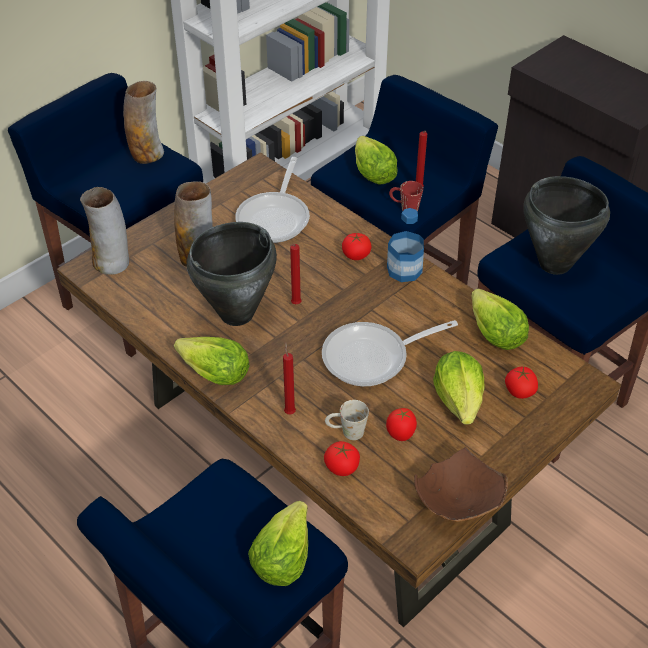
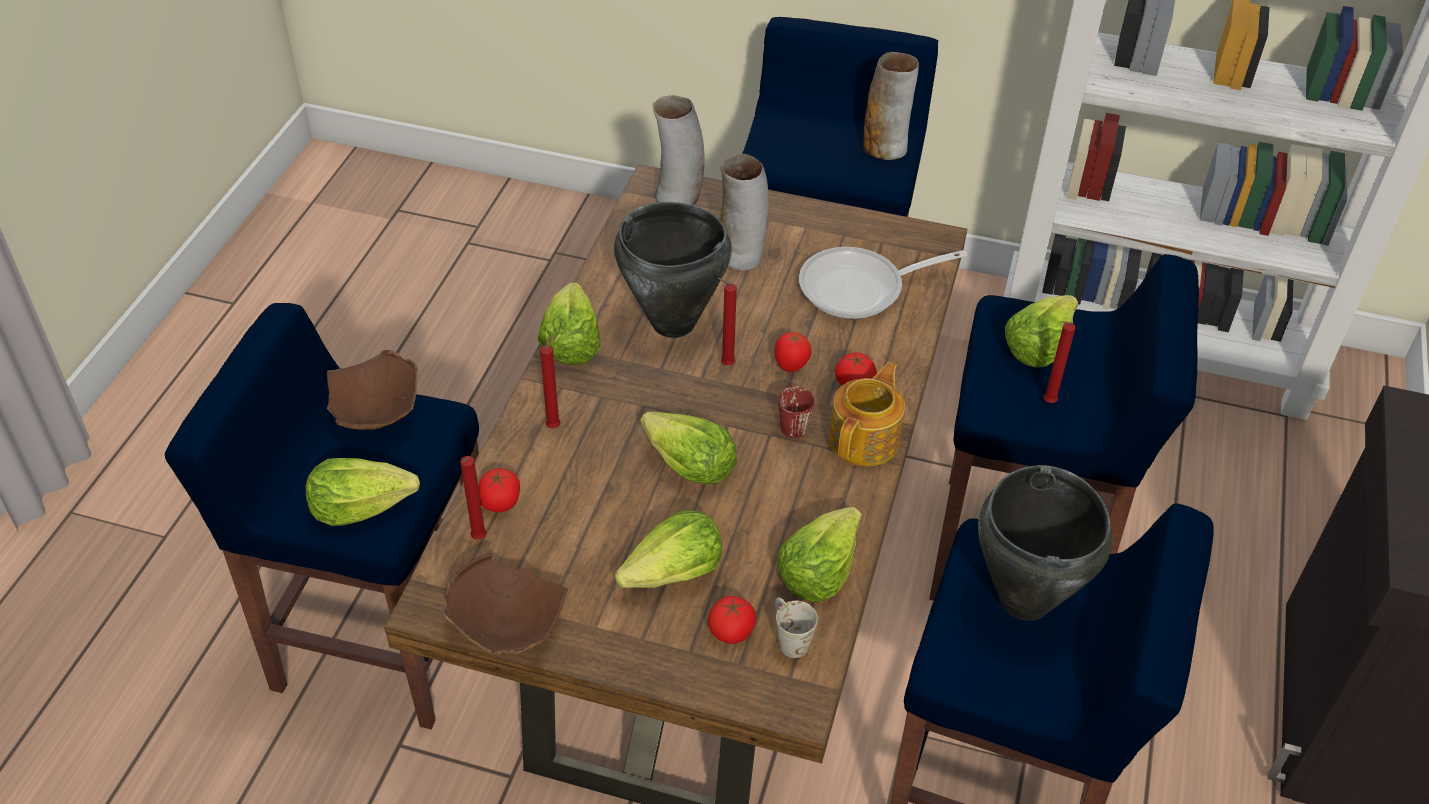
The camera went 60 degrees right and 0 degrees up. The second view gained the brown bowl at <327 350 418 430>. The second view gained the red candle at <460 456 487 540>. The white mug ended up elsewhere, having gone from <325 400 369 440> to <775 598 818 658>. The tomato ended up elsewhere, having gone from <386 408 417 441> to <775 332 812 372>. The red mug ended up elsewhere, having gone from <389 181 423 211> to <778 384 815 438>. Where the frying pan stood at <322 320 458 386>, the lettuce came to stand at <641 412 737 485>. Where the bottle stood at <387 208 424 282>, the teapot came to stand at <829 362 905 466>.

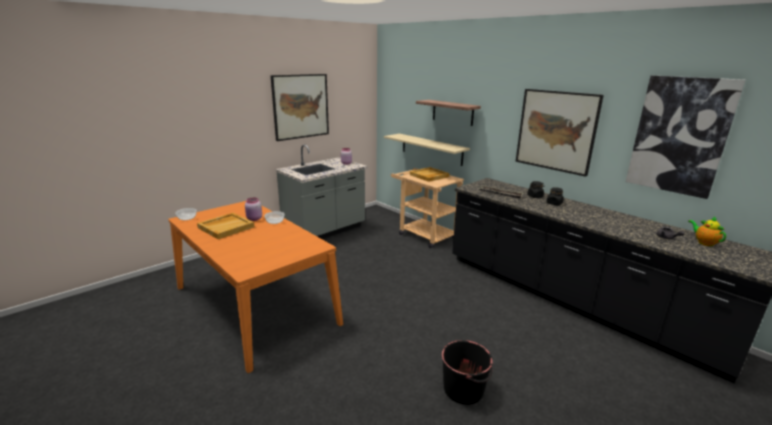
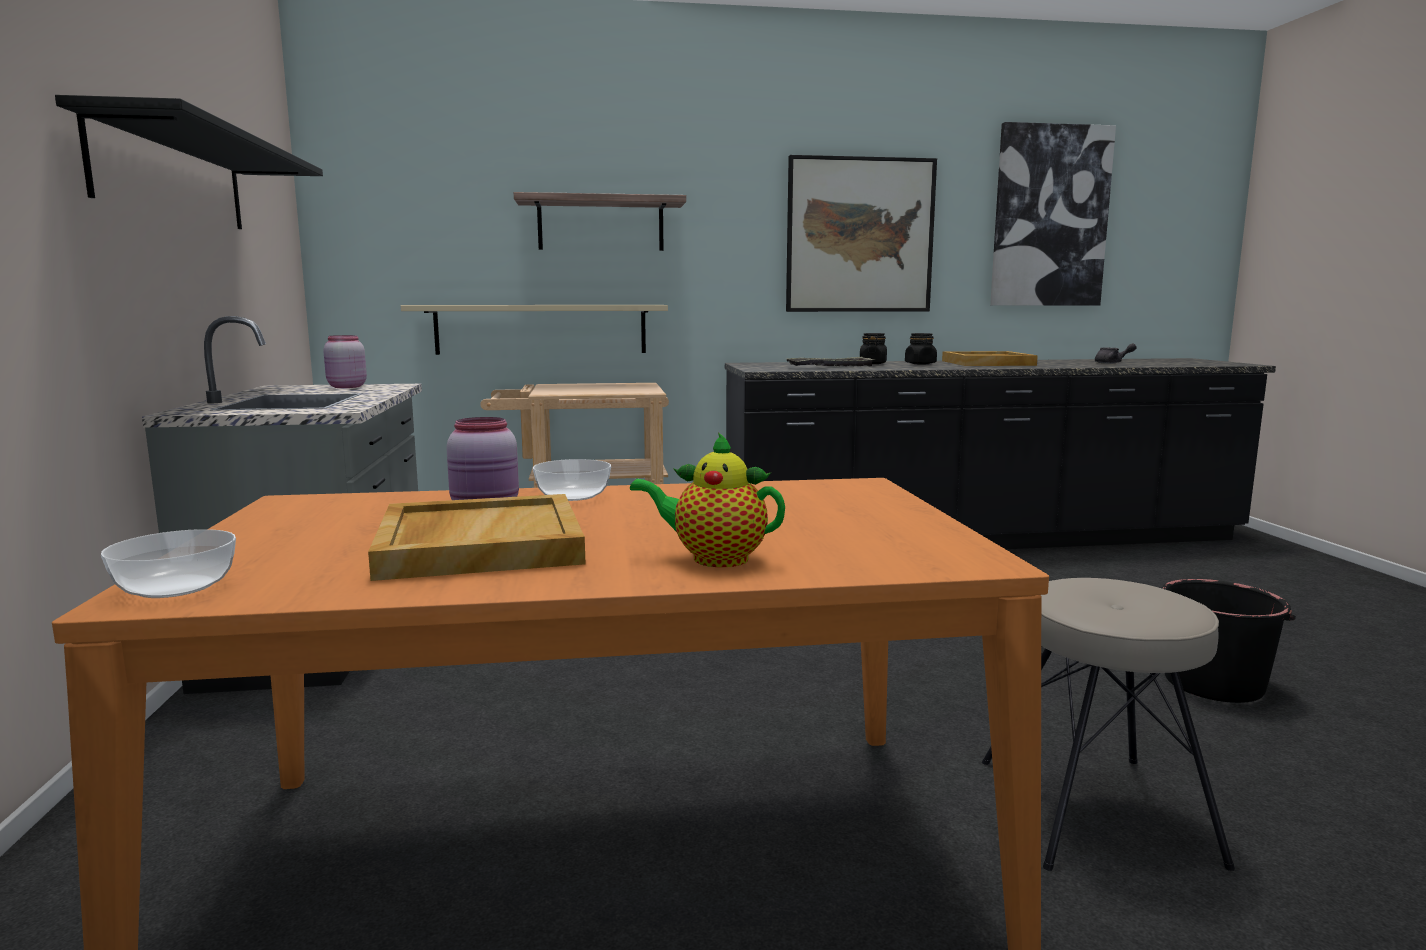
The camera went 55 degrees left and 10 degrees down. The second view gained the beige stool at <982 578 1235 871>. The beige tray ended up elsewhere, having gone from <410 167 450 182> to <942 351 1038 366>. The teapot ended up elsewhere, having gone from <688 216 726 246> to <630 432 785 567>. Where the picture hung at <270 74 329 141>, the black shelf came to hang at <55 95 323 229>.

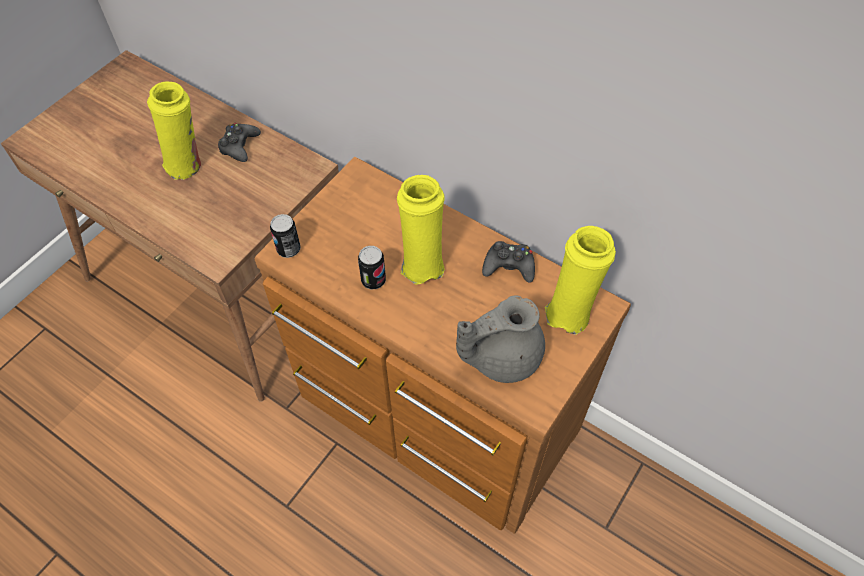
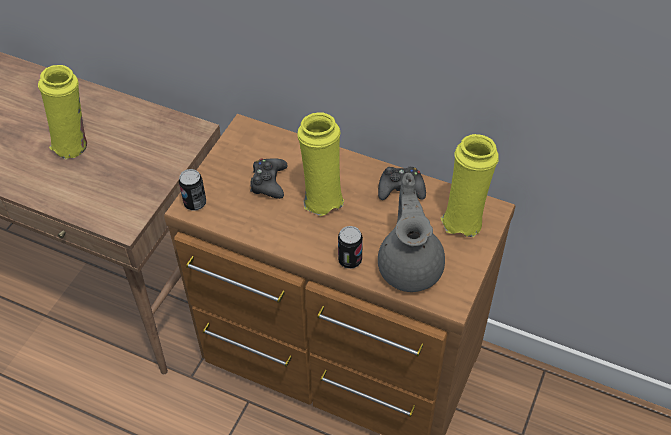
The camera went 10 degrees left and 5 degrees down. The black game controller ended up elsewhere, having gone from <218 123 261 162> to <250 158 288 199>. The can ended up elsewhere, having gone from <358 246 386 289> to <338 226 363 269>. The grey teapot at <456 296 545 383> ended up facing another way, 120 degrees clockwise from before.

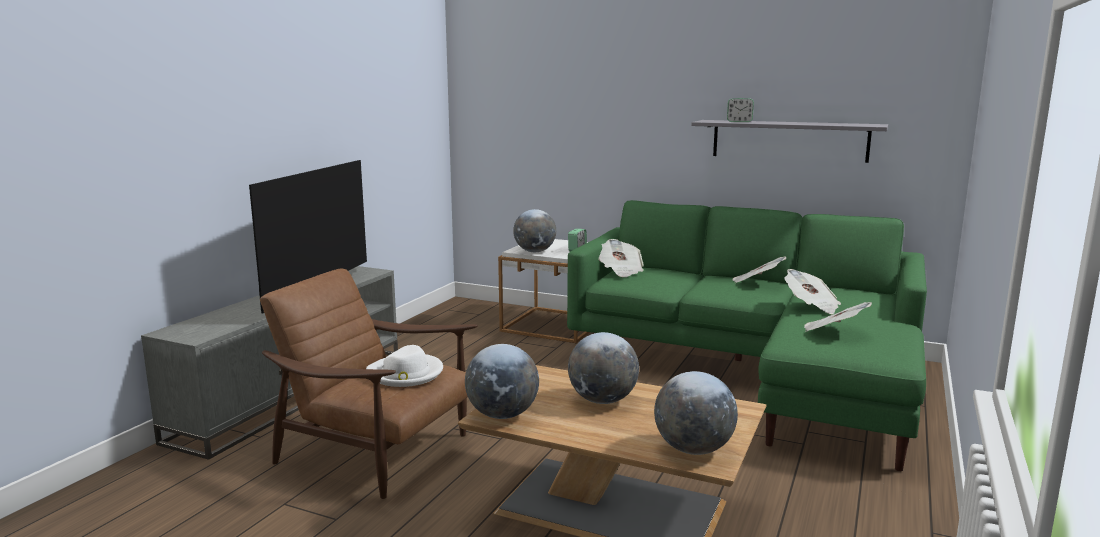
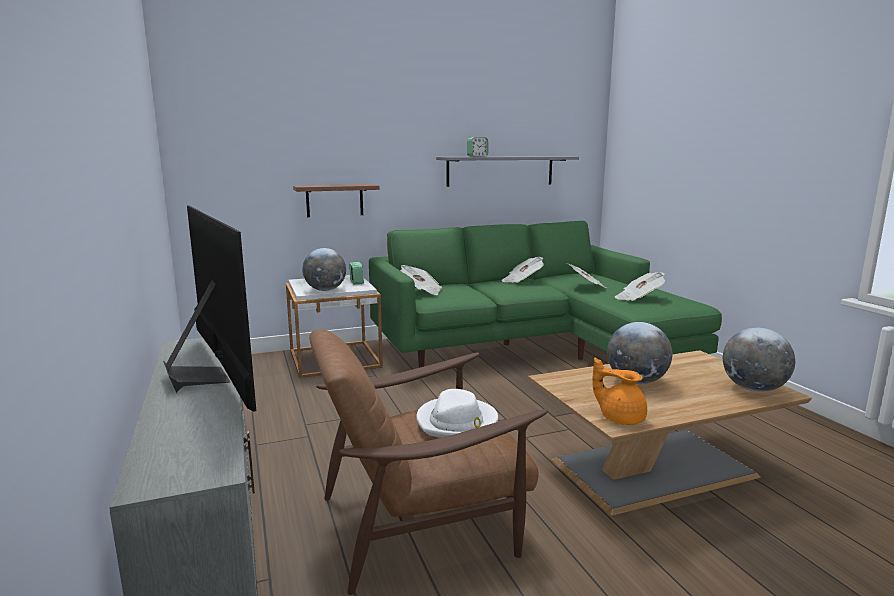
The camera went 45 degrees left and 0 degrees up. The second view gained the brown shelf at <293 184 380 217>. Where the globe stood at <465 344 539 419>, the orange teapot came to stand at <592 358 647 425>.

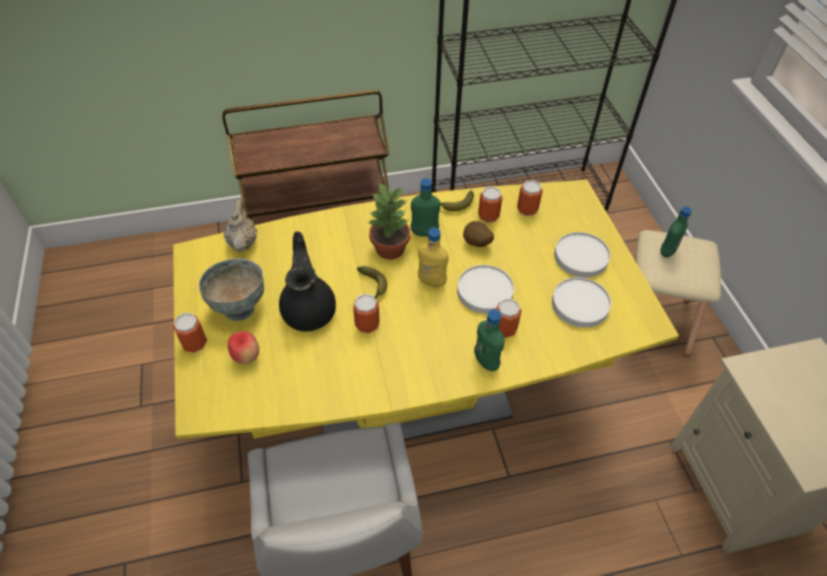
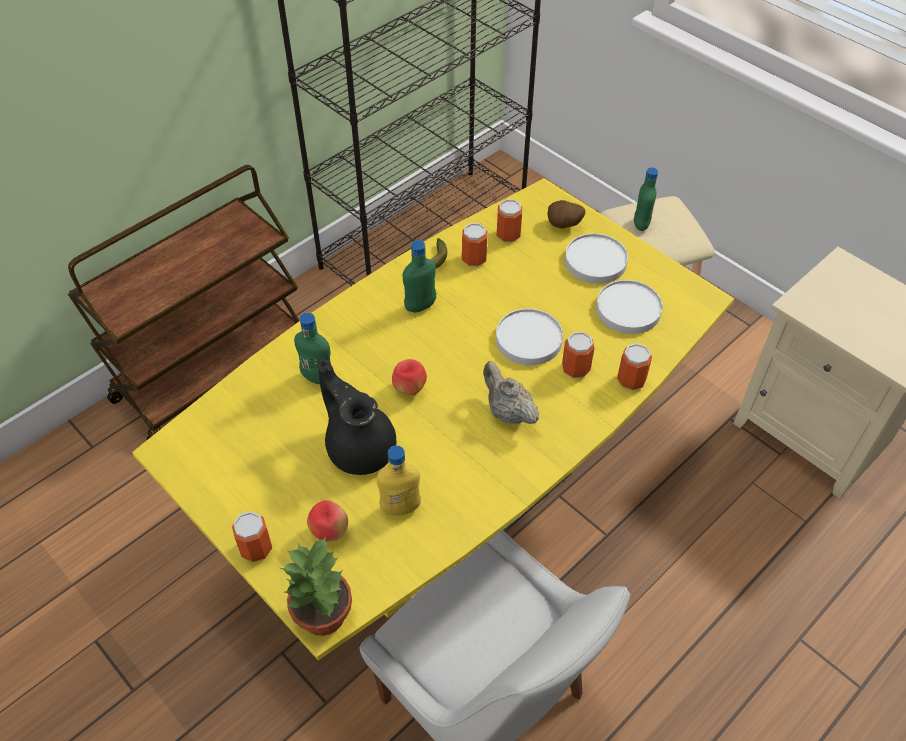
The camera went 30 degrees left and 0 degrees up. The second view lost the grey bowl at <199 258 264 321>. The beige teapot ended up elsewhere, having gone from <224 200 257 252> to <483 361 539 424>. The can ended up elsewhere, having gone from <353 294 380 333> to <617 343 652 391>. The potted plant ended up elsewhere, having gone from <368 182 410 260> to <281 536 352 636>. The yellow bottle ended up elsewhere, having gone from <418 228 449 287> to <377 446 421 515>. The potato ended up elsewhere, having gone from <463 221 494 247> to <547 200 586 228>. The green bottle ended up elsewhere, having gone from <474 309 504 371> to <294 313 331 384>. Where the banana stood at <357 266 387 299>, the apple came to stand at <392 359 427 395>.

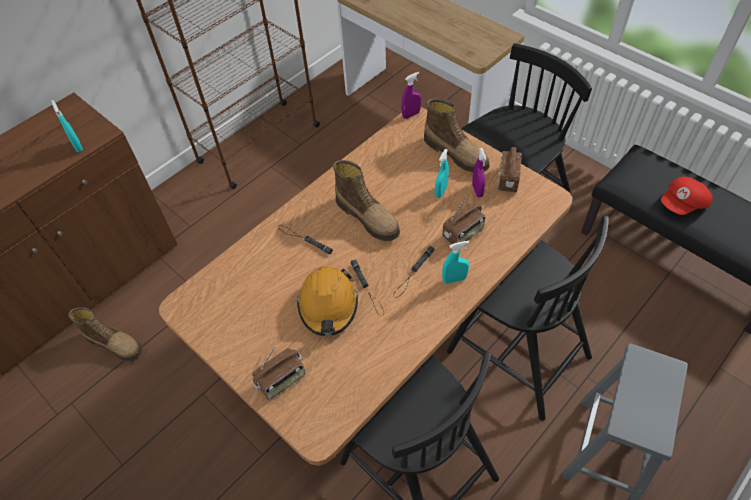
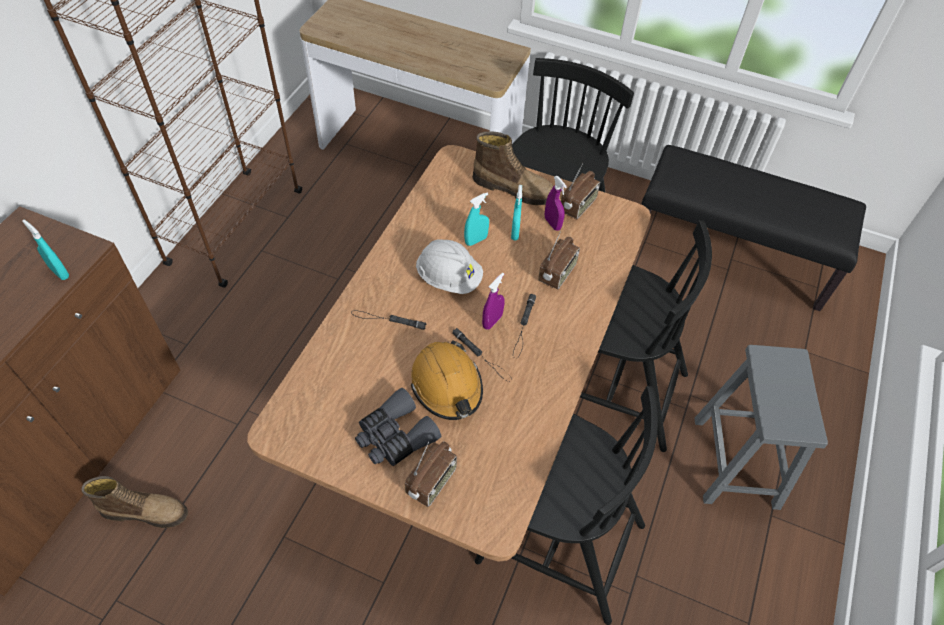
The camera went 25 degrees left and 0 degrees up. The second view lost the red cap at <661 177 713 215>. The second view gained the grey binoculars at <355 388 441 466>. The purple spray bottle ended up elsewhere, having gone from <401 72 421 119> to <482 273 505 330>. The turquoise spray bottle ended up elsewhere, having gone from <442 241 469 284> to <464 193 489 246>. Where the boot stood at <333 160 400 241>, the white hard hat came to stand at <416 239 483 294>. The radio at <498 147 522 192> ended up facing another way, 135 degrees counterclockwise from before.

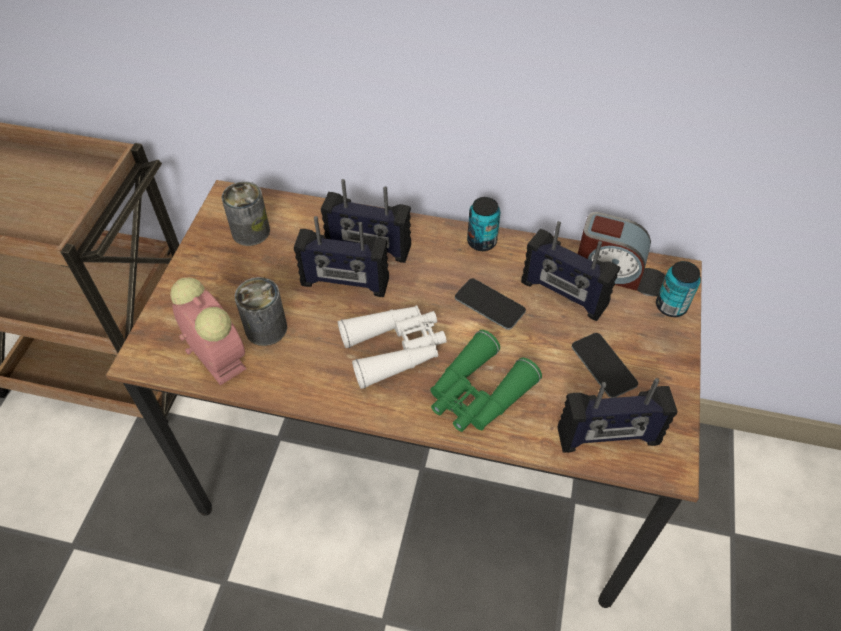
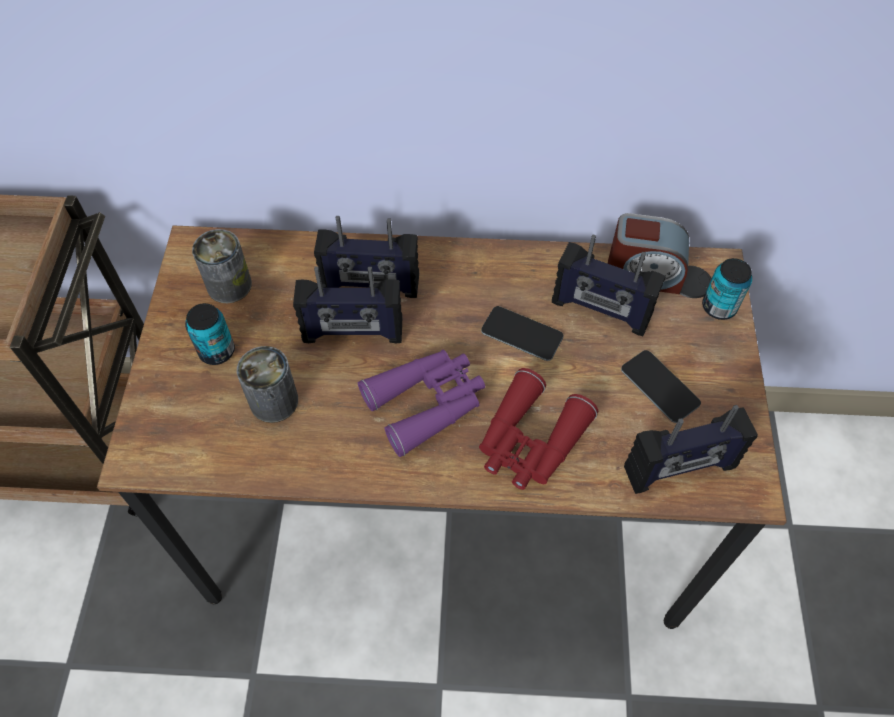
The camera went 10 degrees left and 5 degrees up. The second view lost the alarm clock at <170 278 247 385>. The can ended up elsewhere, having gone from <467 197 500 251> to <185 303 235 365>. What was the white binoculars at <338 305 447 389> turned into the purple binoculars at <358 349 485 457>. What was the green binoculars at <430 330 542 432> turned into the red binoculars at <479 368 598 490>.

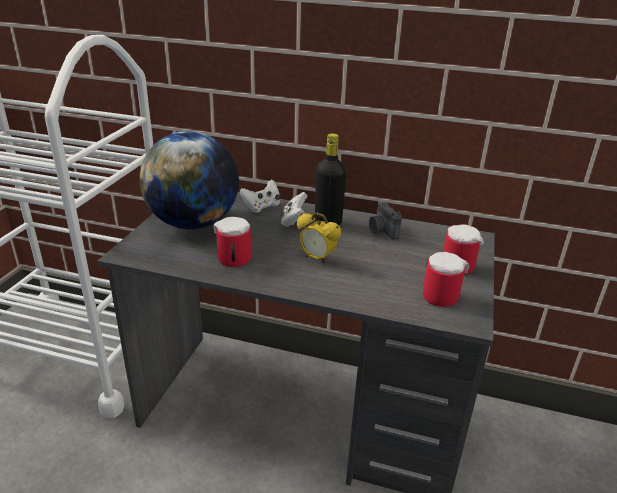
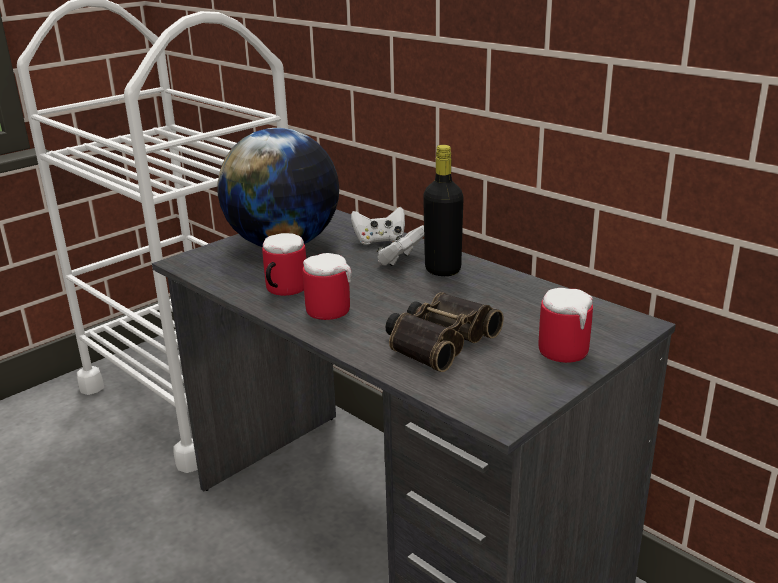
The camera went 30 degrees right and 5 degrees down. The second view lost the alarm clock at <297 212 341 264>. The second view lost the photo camera at <369 202 402 239>. The second view gained the binoculars at <385 292 504 372>. The mug ended up elsewhere, having gone from <423 252 469 307> to <303 253 352 320>.

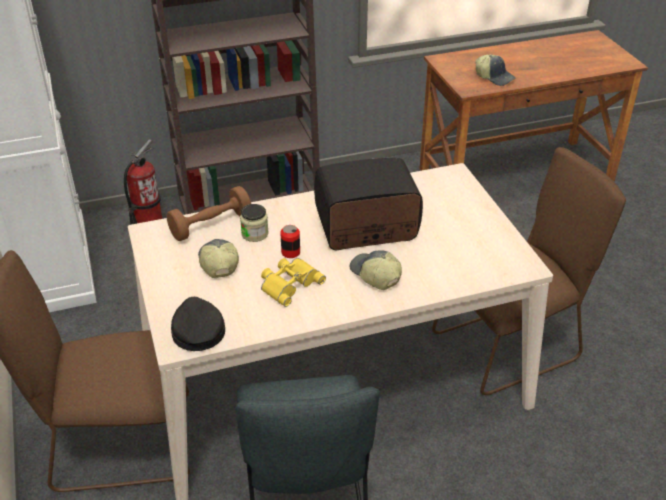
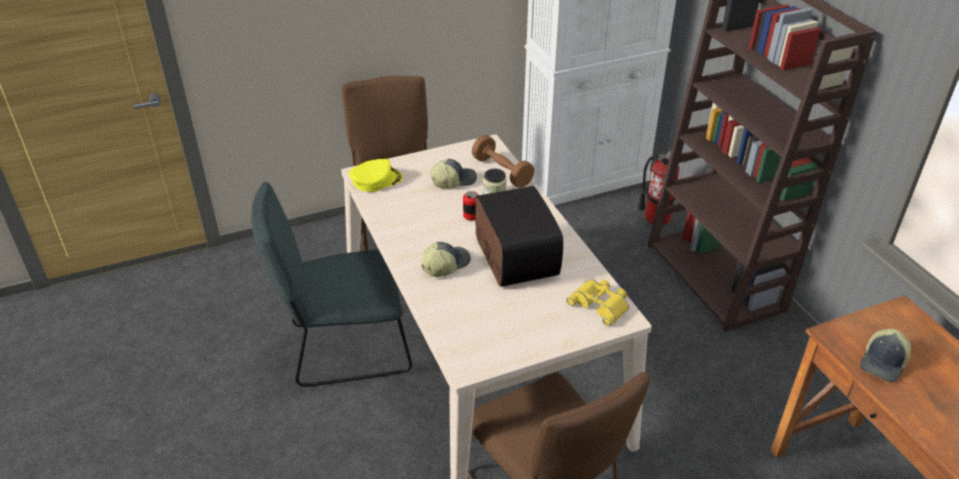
The camera went 85 degrees right and 0 degrees up. The yellow binoculars ended up elsewhere, having gone from <261 258 326 307> to <566 279 629 326>. What was the black cap at <171 297 225 351> turned into the yellow cap at <349 159 403 192>.

